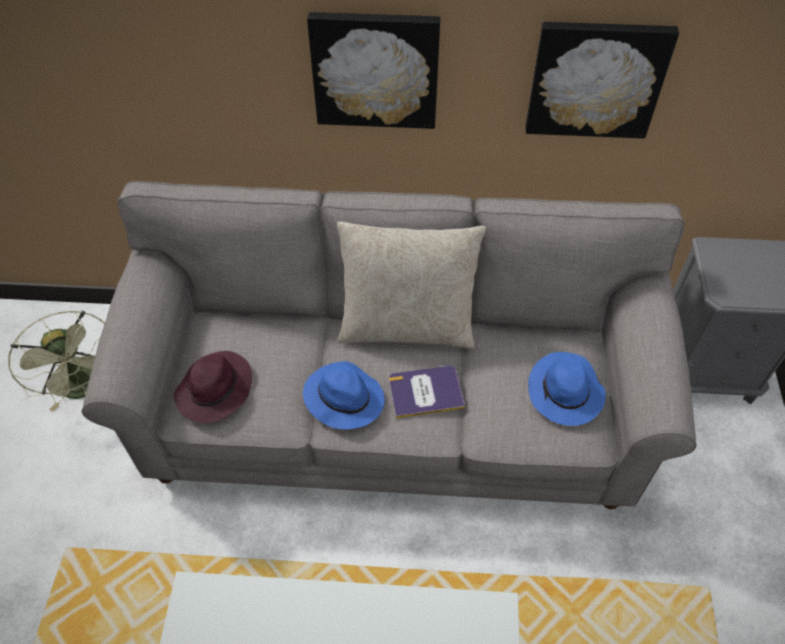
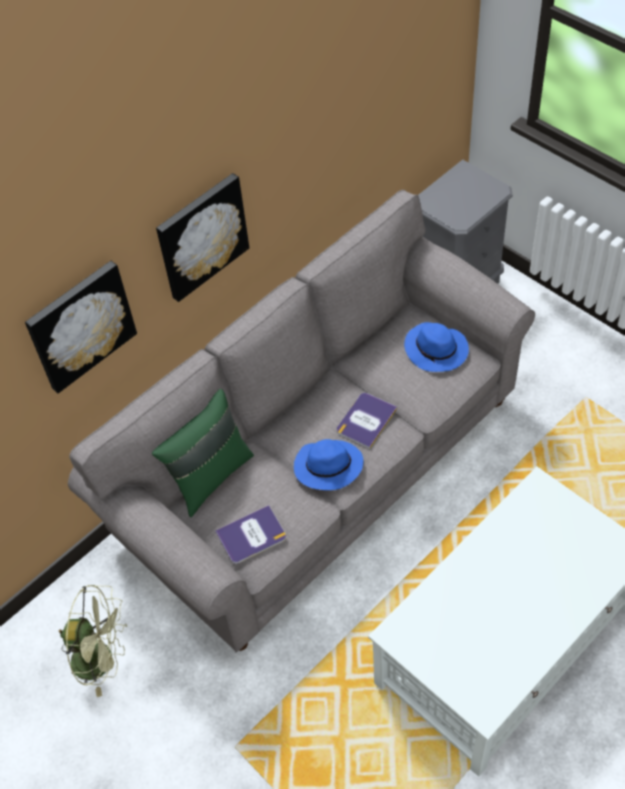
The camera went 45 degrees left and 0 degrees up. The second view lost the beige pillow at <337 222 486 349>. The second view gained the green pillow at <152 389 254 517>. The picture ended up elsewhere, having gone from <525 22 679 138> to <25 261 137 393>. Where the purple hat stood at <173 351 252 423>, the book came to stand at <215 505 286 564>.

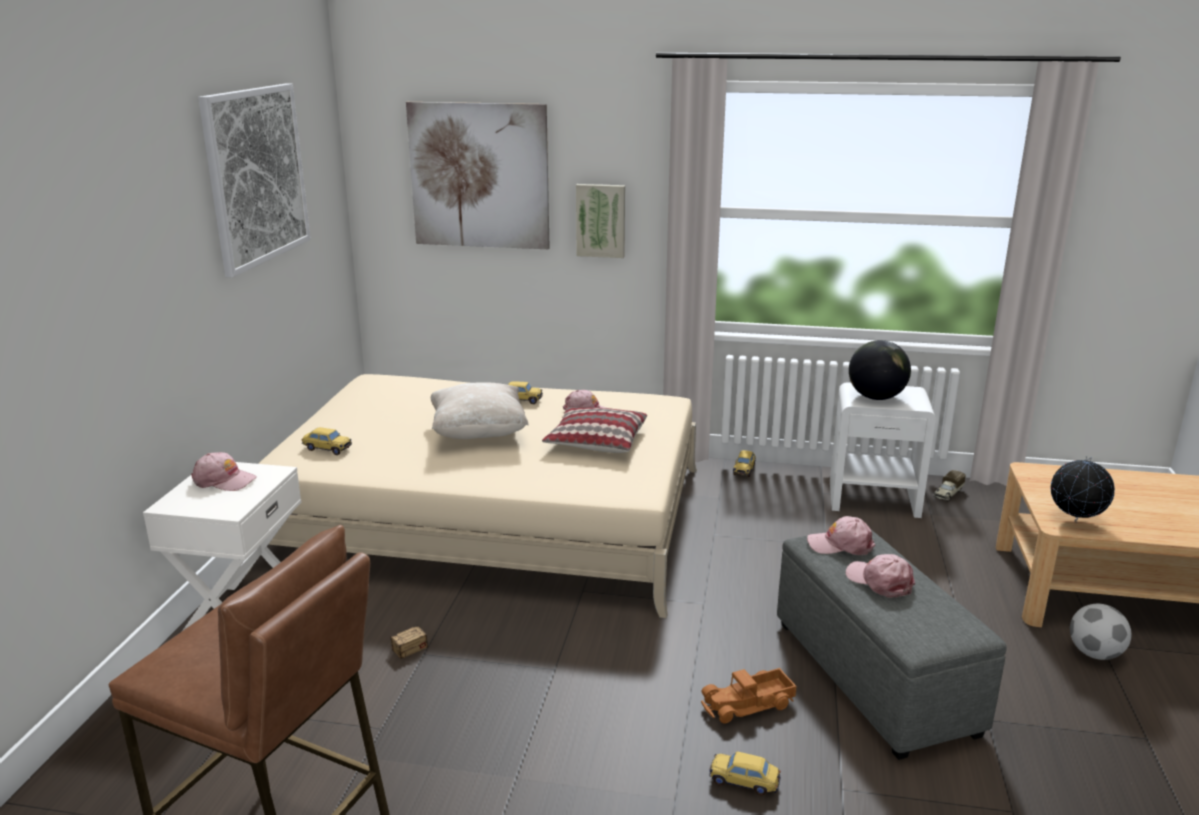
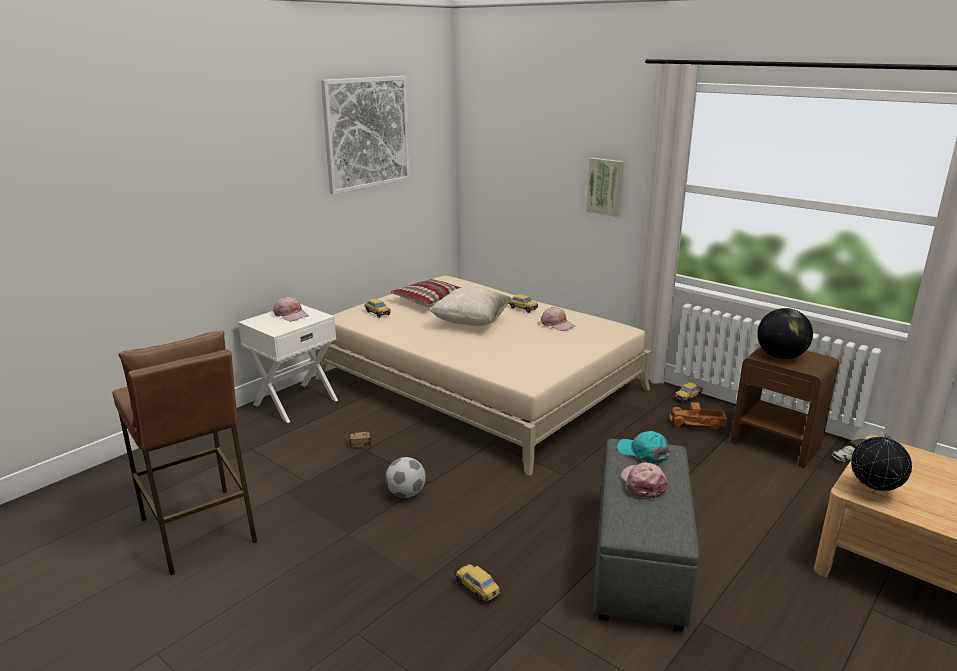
The camera went 30 degrees right and 0 degrees up. The second view lost the picture at <406 102 550 249>. The pillow ended up elsewhere, having gone from <542 407 647 453> to <391 279 461 307>. The toy truck ended up elsewhere, having gone from <701 668 797 724> to <670 402 727 430>. The football ended up elsewhere, having gone from <1070 604 1131 660> to <385 457 426 498>. What was the pink cap at <807 516 875 555> turned into the turquoise cap at <617 431 670 464>. What was the white nightstand at <830 382 936 518> turned into the brown nightstand at <730 346 839 468>.

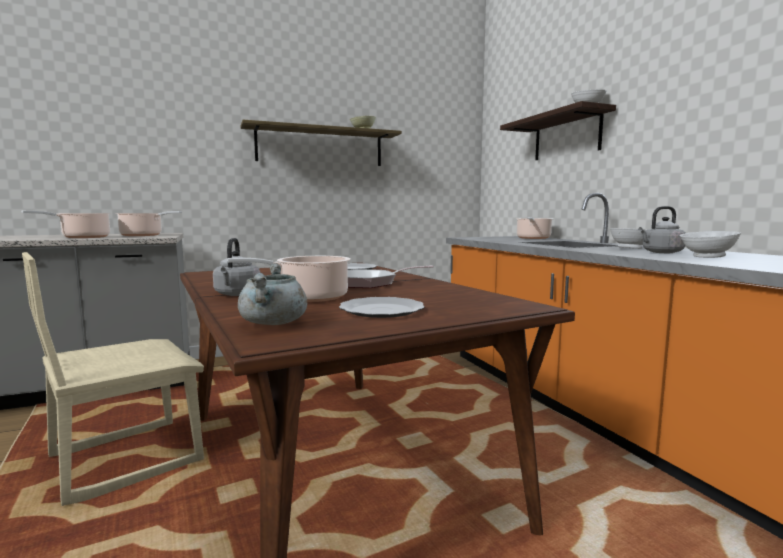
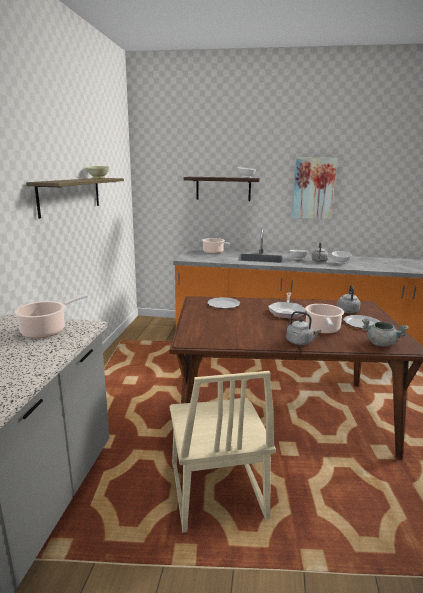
The camera went 60 degrees left and 10 degrees up. The second view lost the cooking pot at <21 211 111 238>. The second view gained the picture at <292 157 337 219>. The second view gained the grey kettle at <337 285 360 313>.

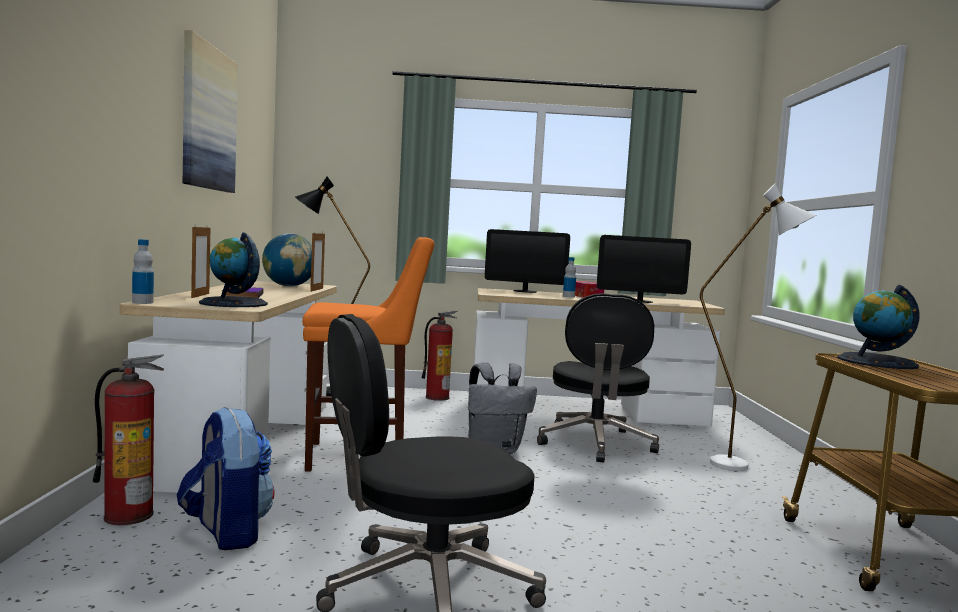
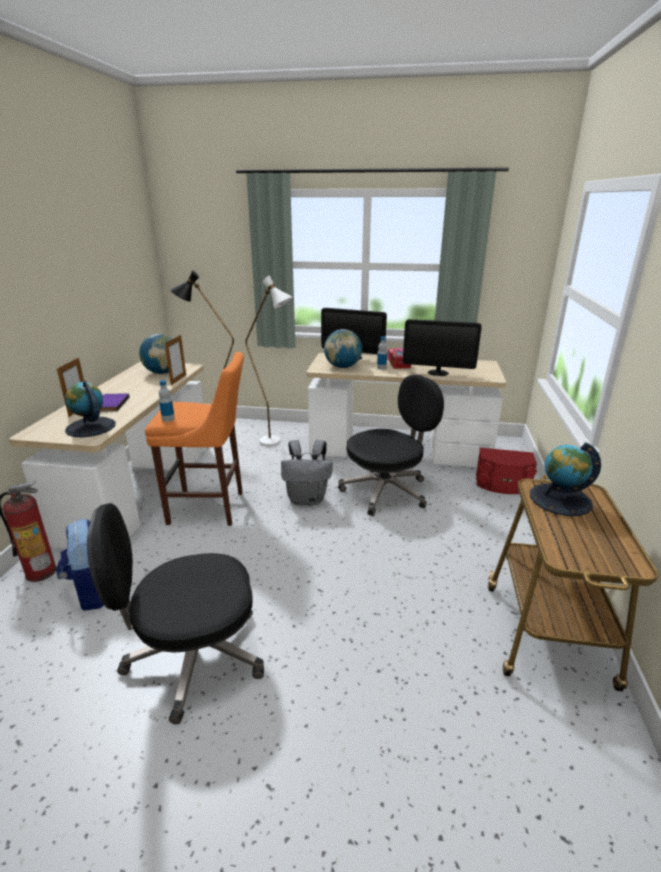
The camera went 10 degrees right and 20 degrees up. The second view lost the picture at <183 30 238 193>. The second view lost the fire extinguisher at <422 310 458 401>. The second view gained the globe at <324 329 362 368>. The second view gained the red speaker at <476 448 537 494>. The bottle ended up elsewhere, having gone from <132 239 154 304> to <159 380 175 422>. The white floor lamp ended up elsewhere, having gone from <700 184 816 471> to <245 275 294 446>. The black office chair at <537 293 659 463> ended up facing another way, 135 degrees counterclockwise from before.

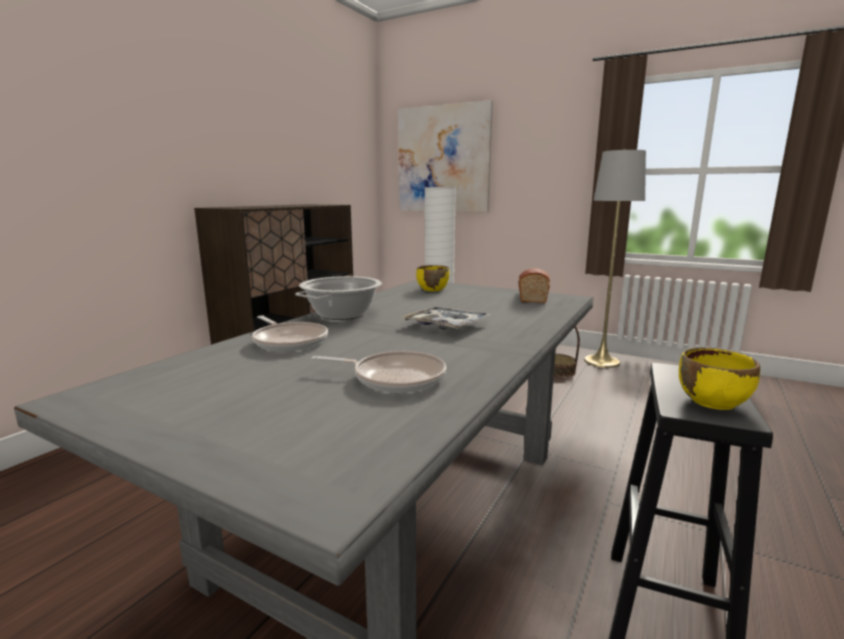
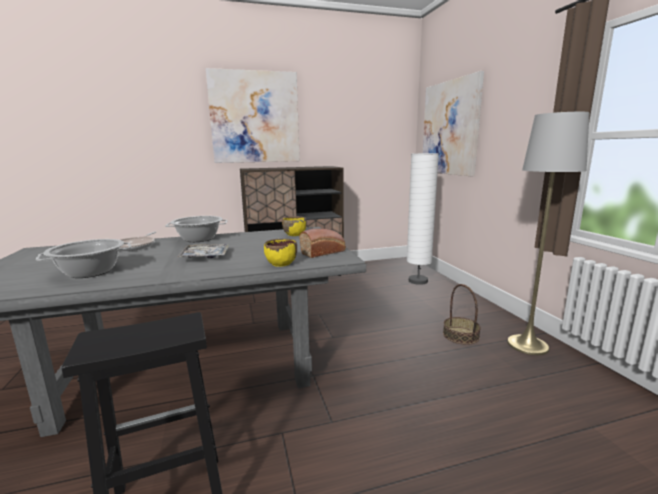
The camera went 45 degrees right and 0 degrees up. The second view gained the picture at <206 68 300 163>. The yellow bowl ended up elsewhere, having gone from <679 347 760 410> to <264 238 297 267>. Where the frying pan stood at <311 351 446 393>, the cooking pot came to stand at <36 239 131 278>.

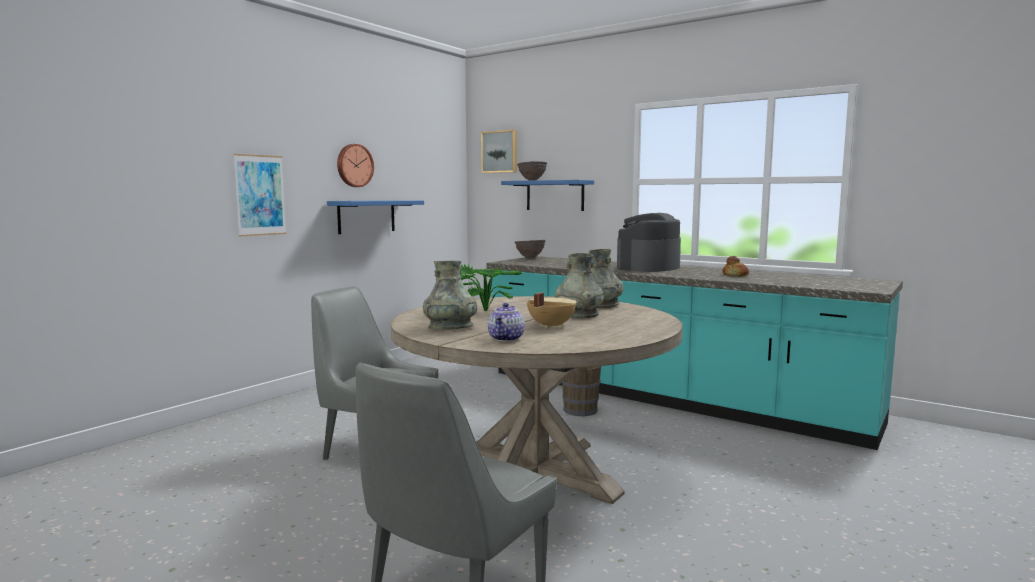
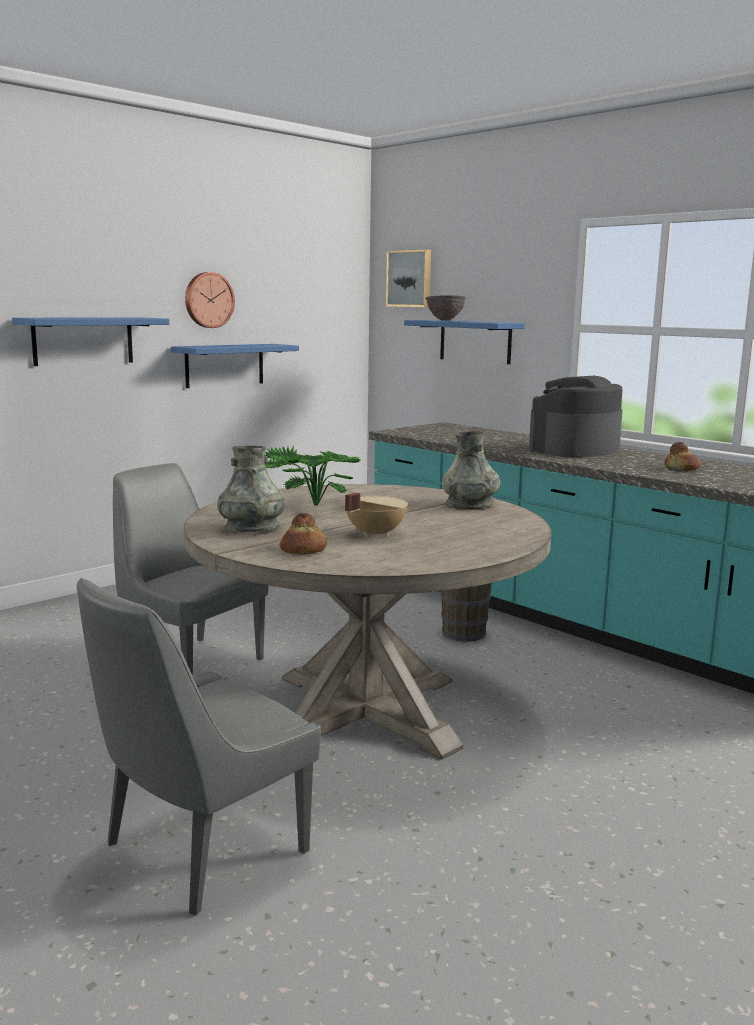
The camera went 10 degrees right and 5 degrees up. The second view lost the brown bowl at <515 240 545 258>. The second view lost the grey vase at <555 253 604 318>. Where the picture hung at <233 154 286 237>, the blue shelf came to hang at <12 318 169 366>. Where the teapot stood at <488 303 525 342>, the bread came to stand at <279 513 327 555>.

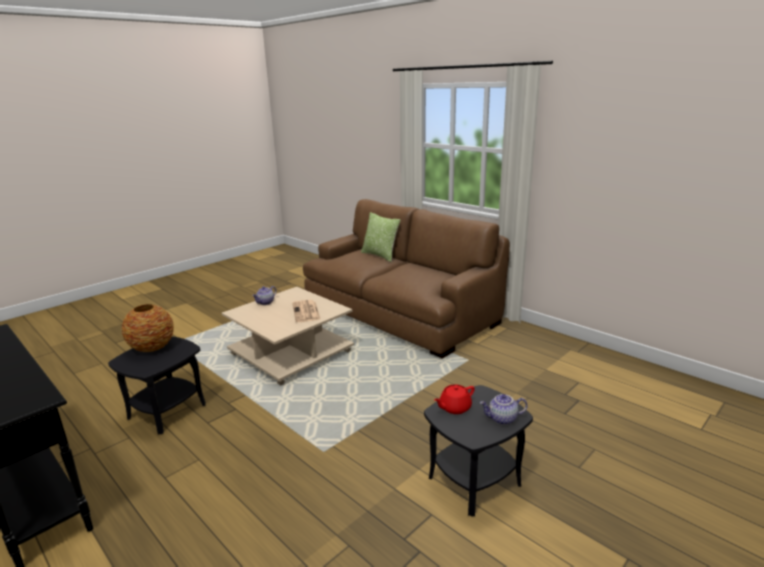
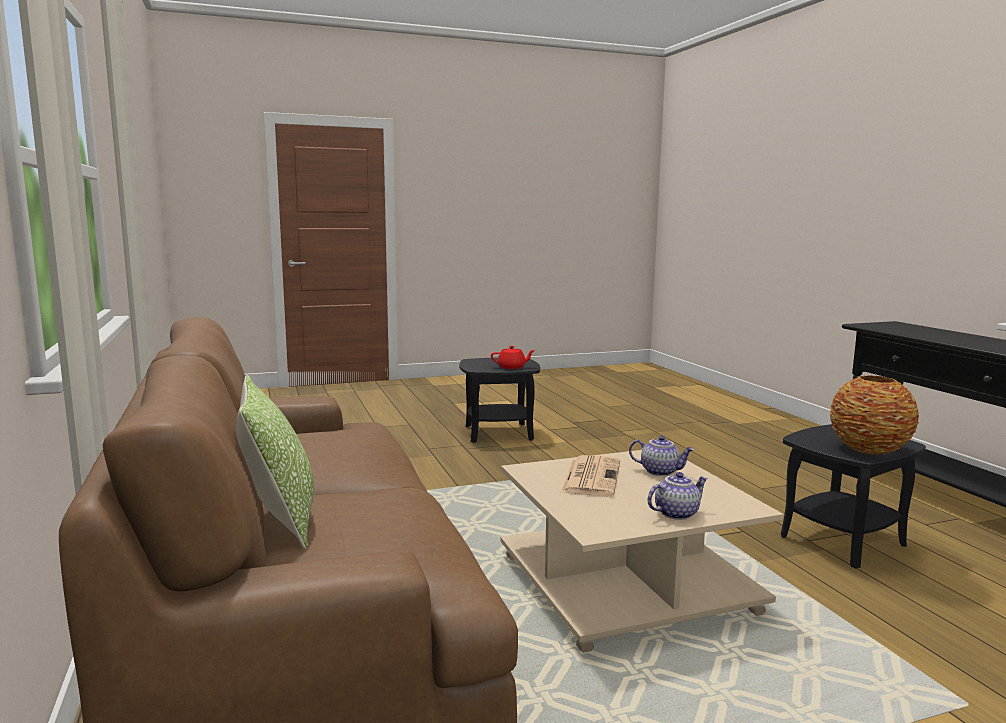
The camera went 155 degrees left and 10 degrees down. The teapot ended up elsewhere, having gone from <480 394 528 425> to <629 436 694 476>.

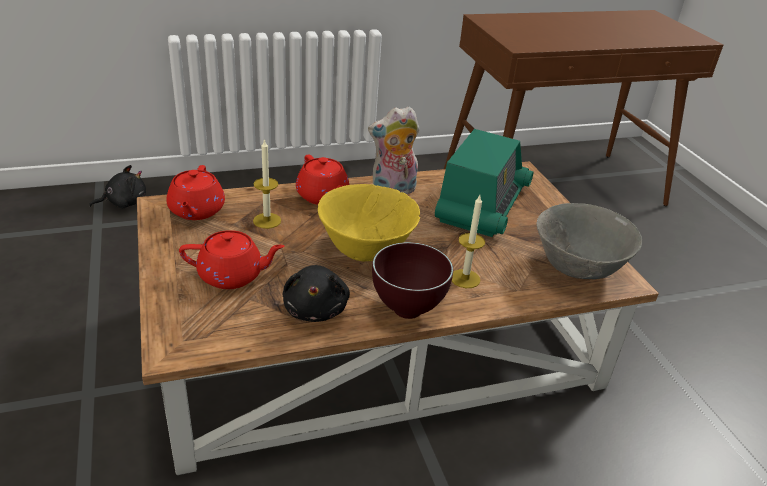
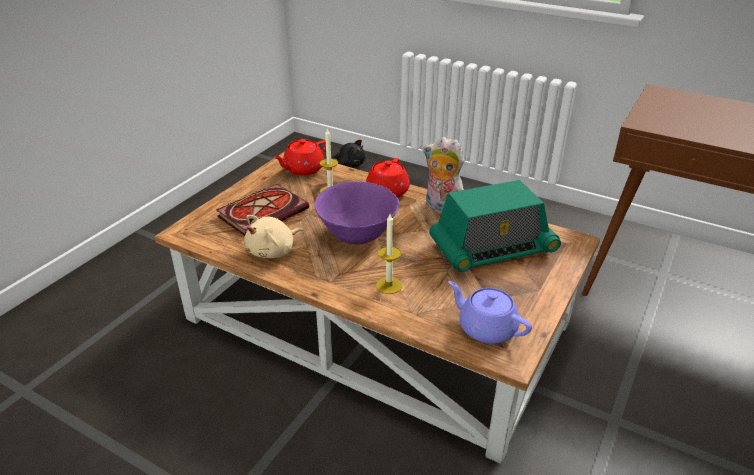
The camera went 50 degrees right and 0 degrees up. The second view lost the brown bowl at <372 242 453 319>. Where the red teapot stood at <179 230 284 289>, the book came to stand at <216 184 309 236>. Where the grey bowl stood at <537 203 642 279>, the purple teapot came to stand at <448 281 532 344>. What was the black plush toy at <283 265 350 322> turned into the beige plush toy at <244 215 304 258>. What was the yellow bowl at <318 184 420 261> turned into the purple bowl at <315 181 399 244>.

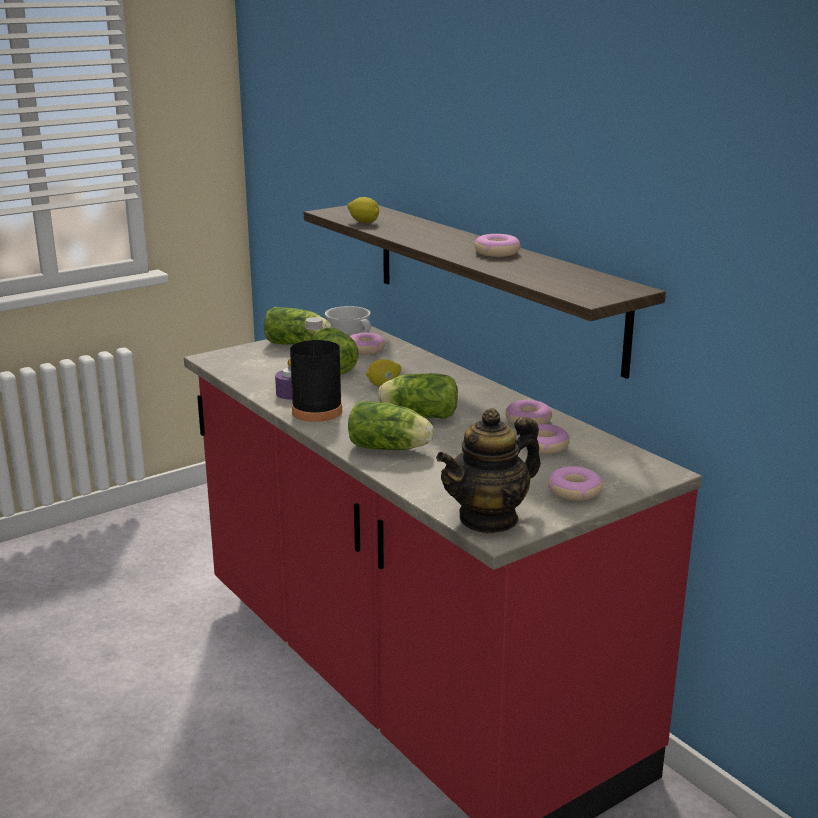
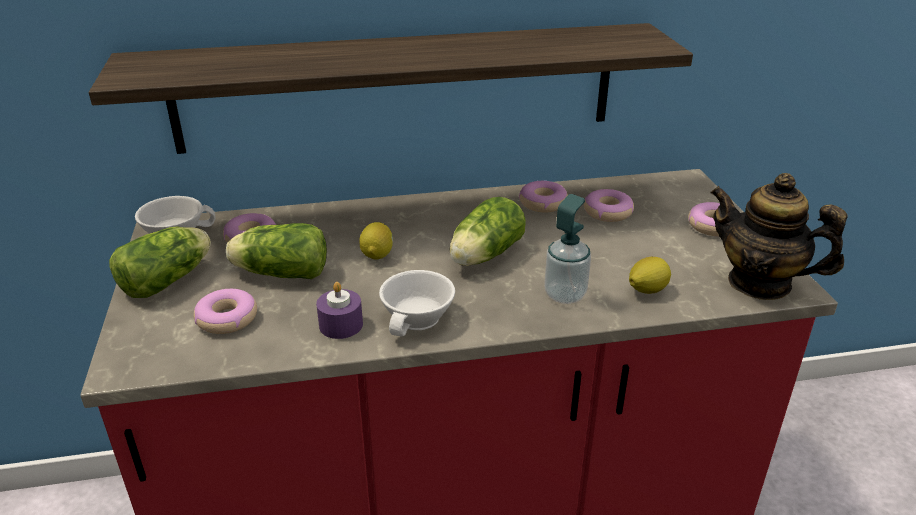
The camera went 65 degrees left and 10 degrees up. The lemon ended up elsewhere, having gone from <348 197 379 223> to <629 257 671 294>. The donut ended up elsewhere, having gone from <474 234 521 257> to <194 289 257 334>. Where the black bottle stood at <290 317 342 422>, the white cup came to stand at <379 270 455 336>. Where the lettuce stood at <348 401 434 450>, the soap dispenser came to stand at <544 194 591 304>. The teapot at <436 408 541 534> ended up facing another way, 135 degrees clockwise from before.

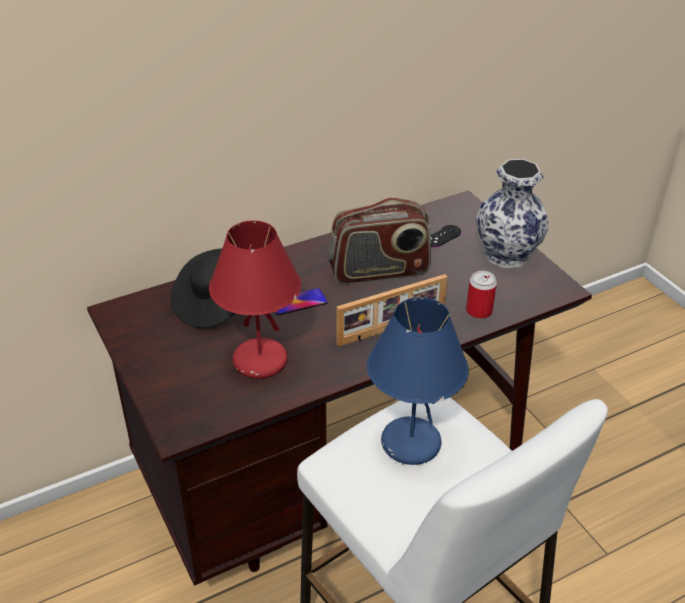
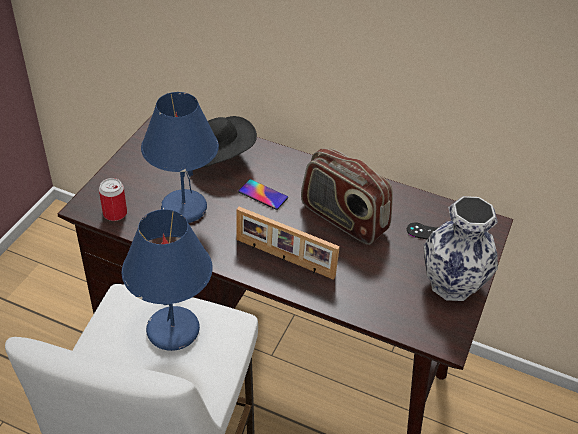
The camera went 50 degrees right and 5 degrees up. The can ended up elsewhere, having gone from <466 271 497 319> to <99 178 127 221>. What was the red table lamp at <209 220 301 379> turned into the blue table lamp at <141 92 219 223>.

